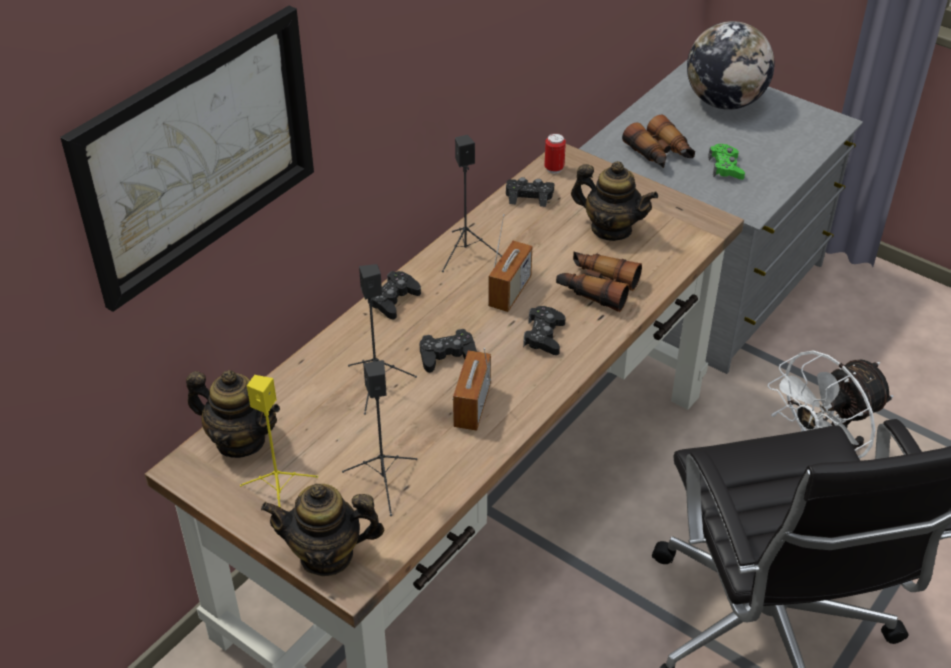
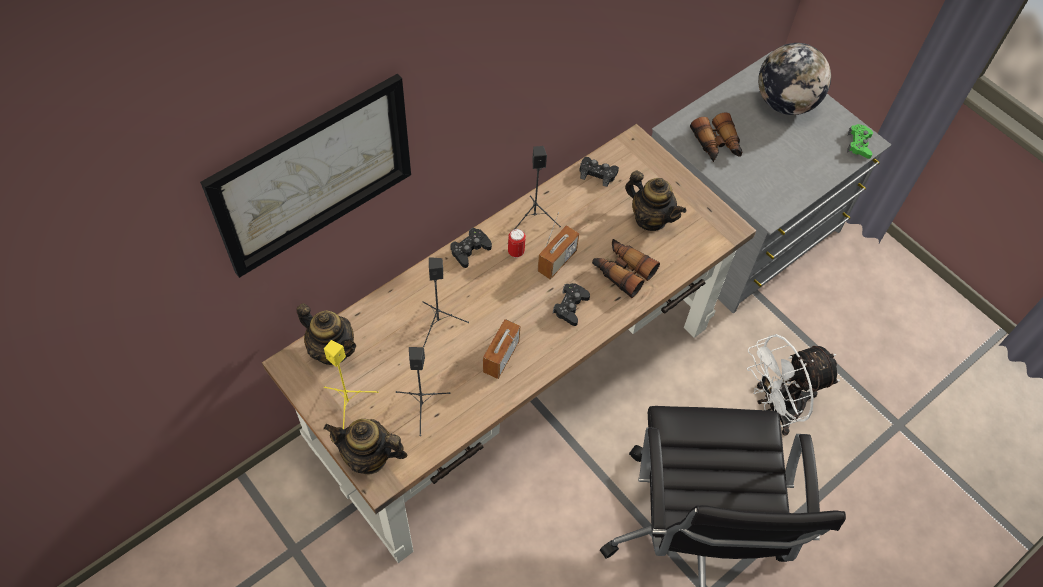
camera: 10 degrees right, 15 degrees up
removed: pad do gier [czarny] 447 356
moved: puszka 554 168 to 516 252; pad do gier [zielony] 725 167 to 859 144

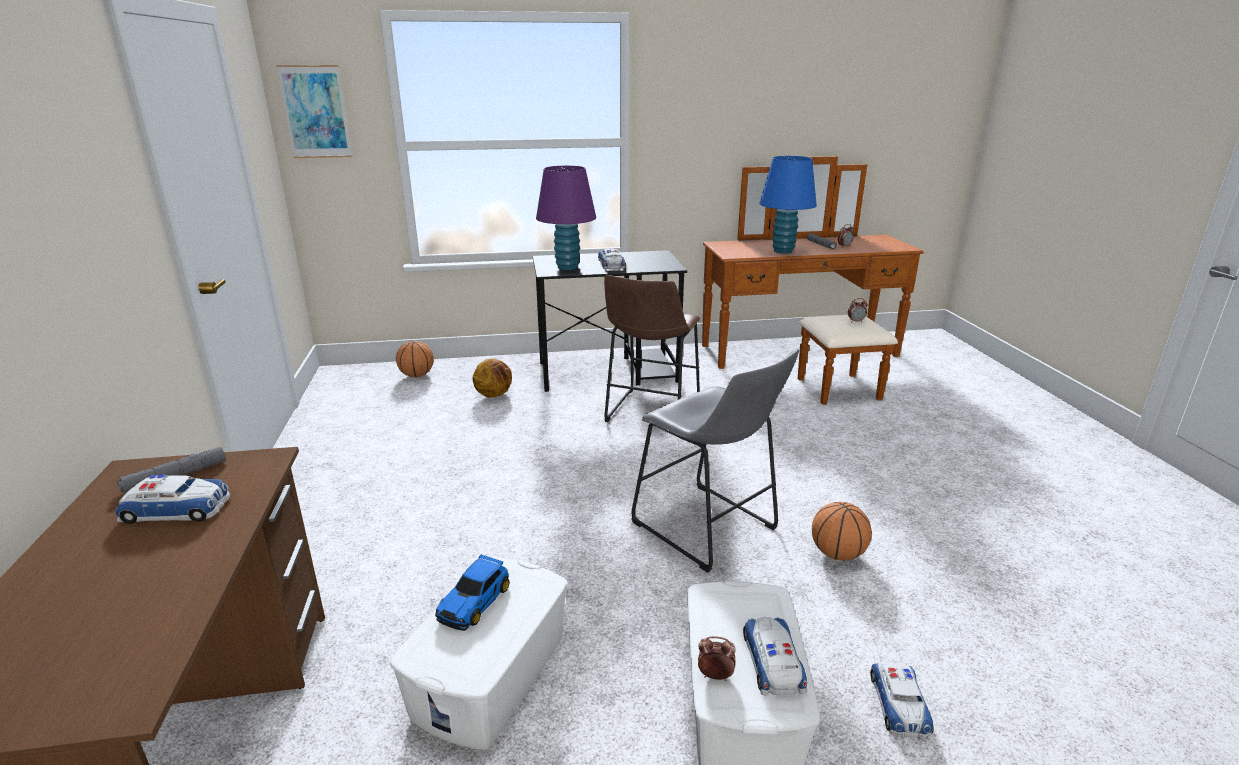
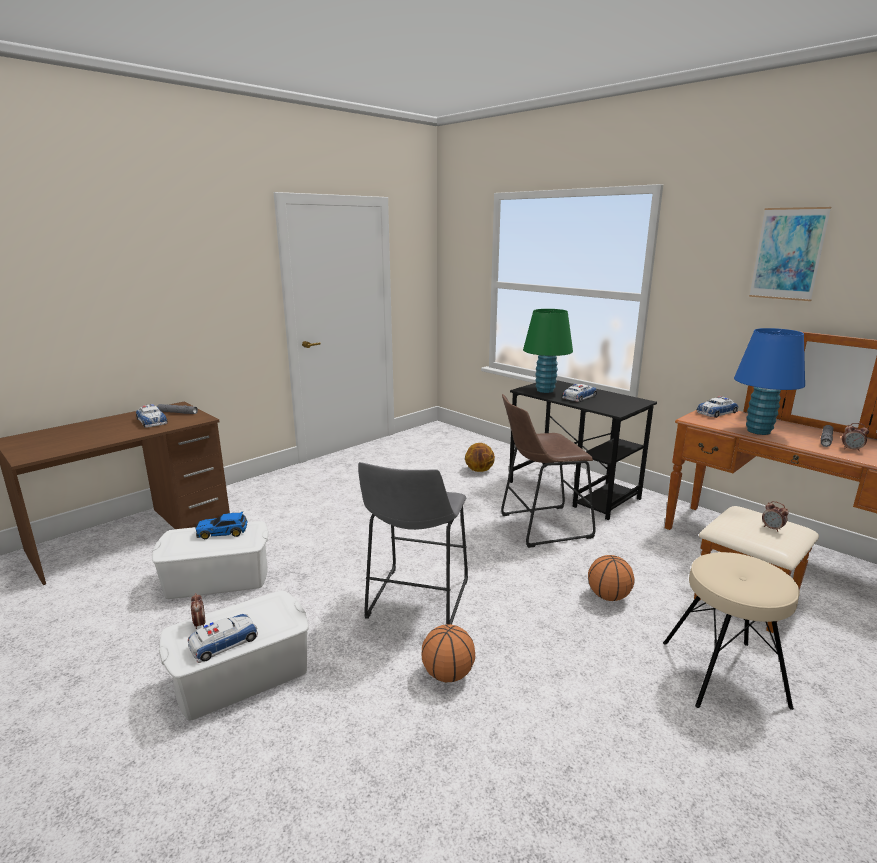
camera: 55 degrees right, 5 degrees down
added: stołek [beżowy] 723 673
moved: piłka do koszykówki 417 375 to 608 596; samochodzik 899 704 to 716 412; obraz 315 112 to 788 254
recoloured: lampa stołowa [fioletowy] 567 267 to lampa stołowa [zielony] 545 390

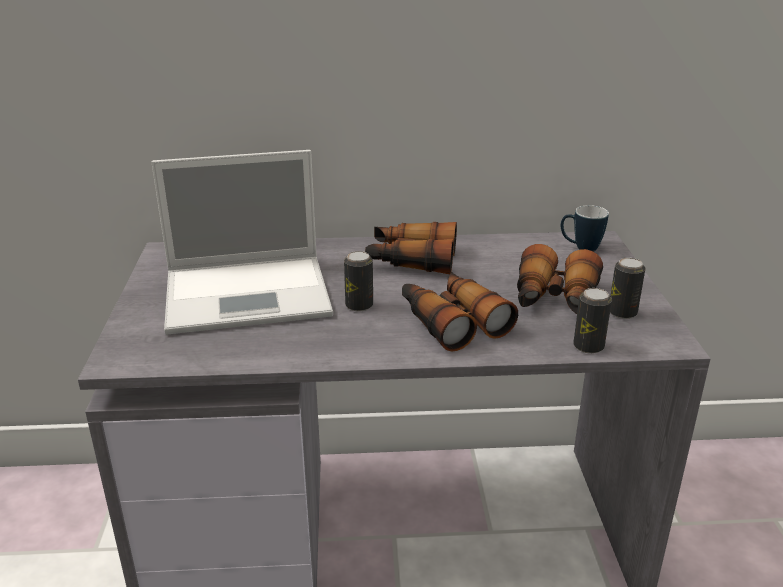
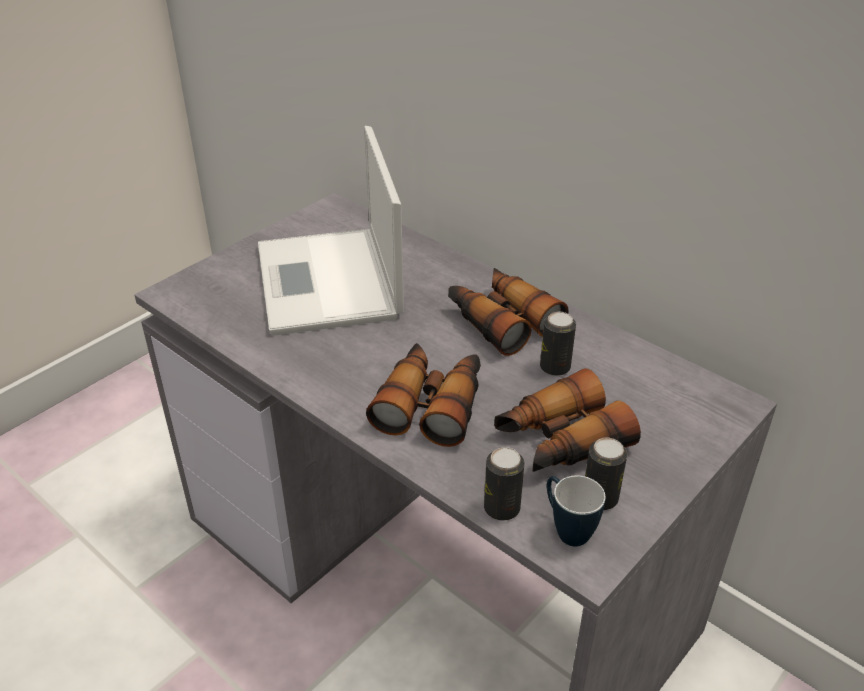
camera: 45 degrees right, 10 degrees up
moved: puszka 359 305 to 555 367; kubek 580 248 to 566 529
turned: laptop 251 293 = 329 283 45 degrees clockwise

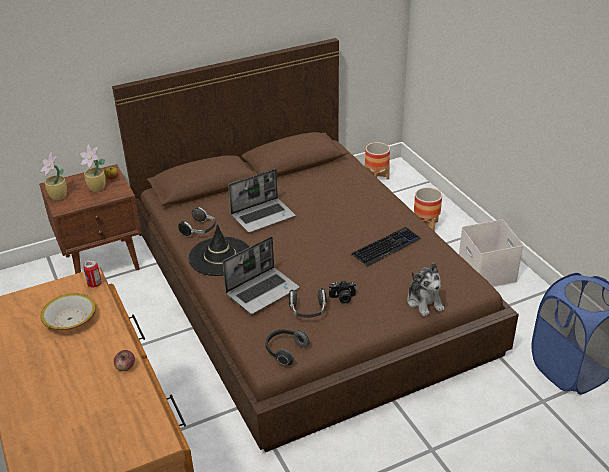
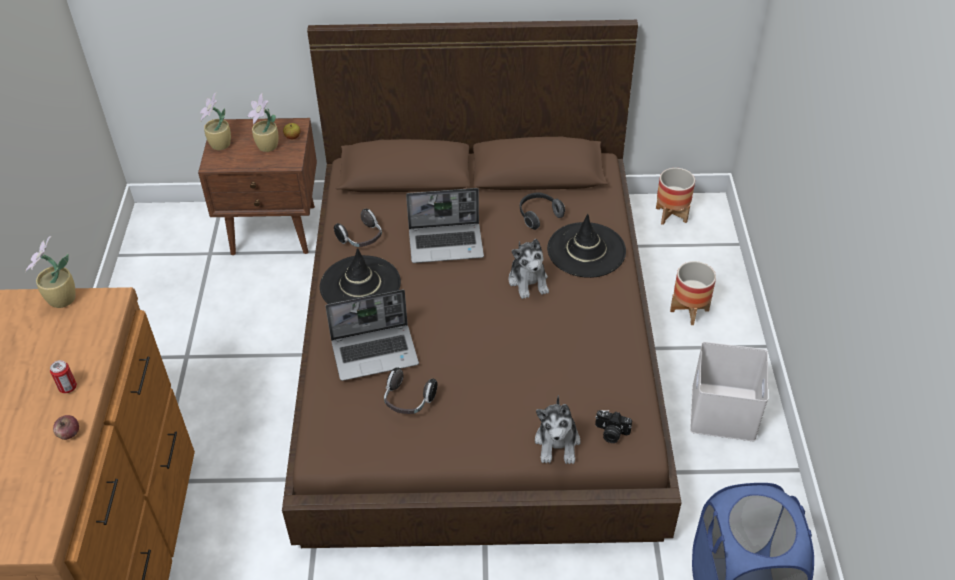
camera: 25 degrees right, 10 degrees up
removed: miska 70 319; klawiatura 386 247
added: roślina doniczkowa 61 300; pluszak 528 281; kapelusz [czarny] 586 250
moved: puszka 94 284 to 68 387; słuchawki 285 351 to 538 215; aparat fotograficzny 342 298 to 611 433

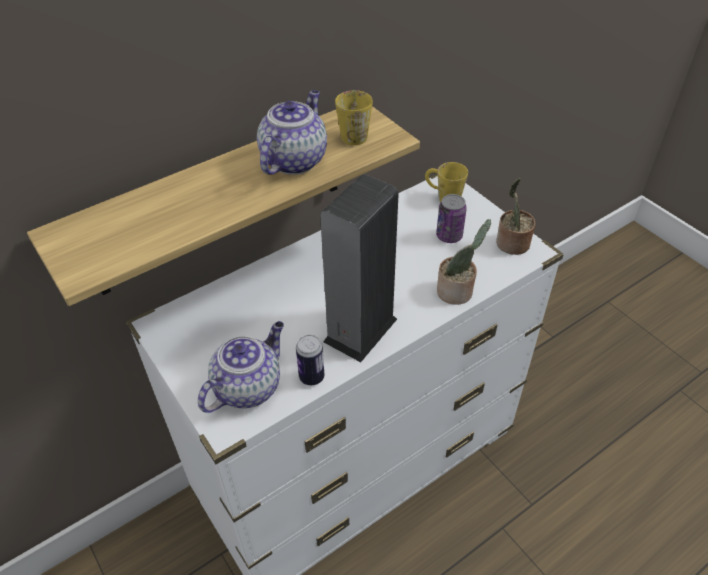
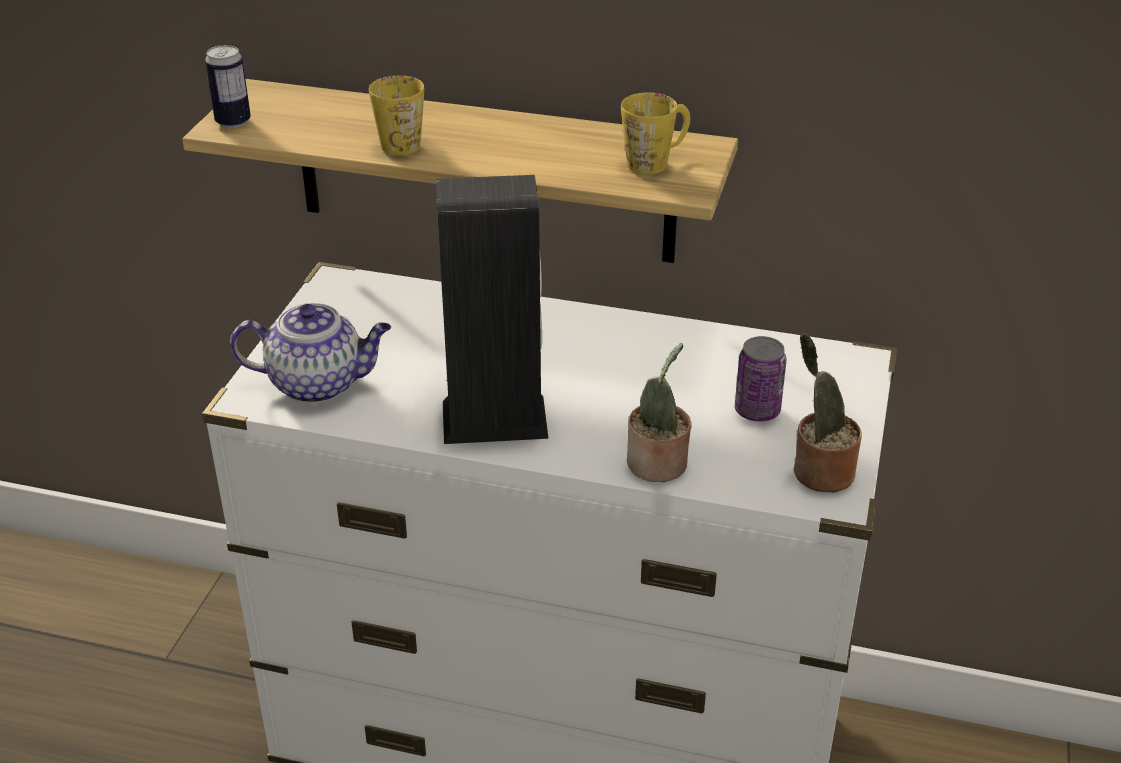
camera: 50 degrees right, 10 degrees down
removed: imbryk 294 160
moved: puszka 311 377 to 233 122; kubek [żółty] 442 197 to 400 140

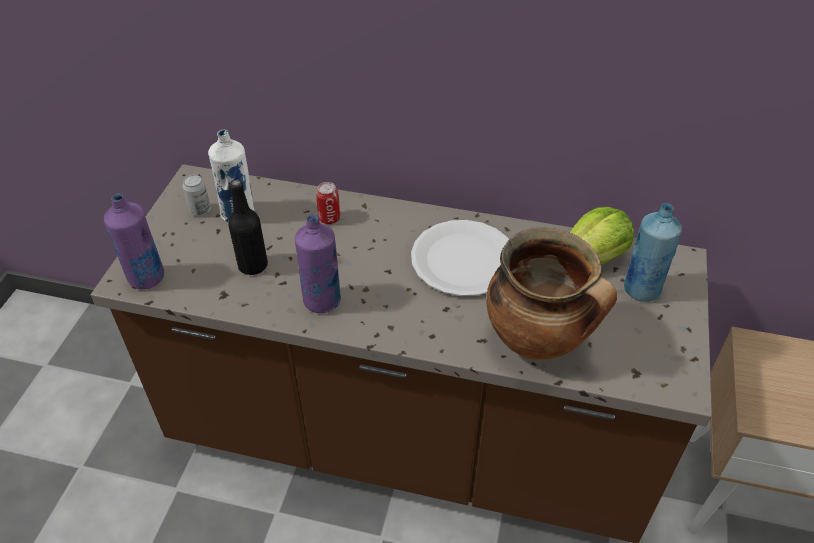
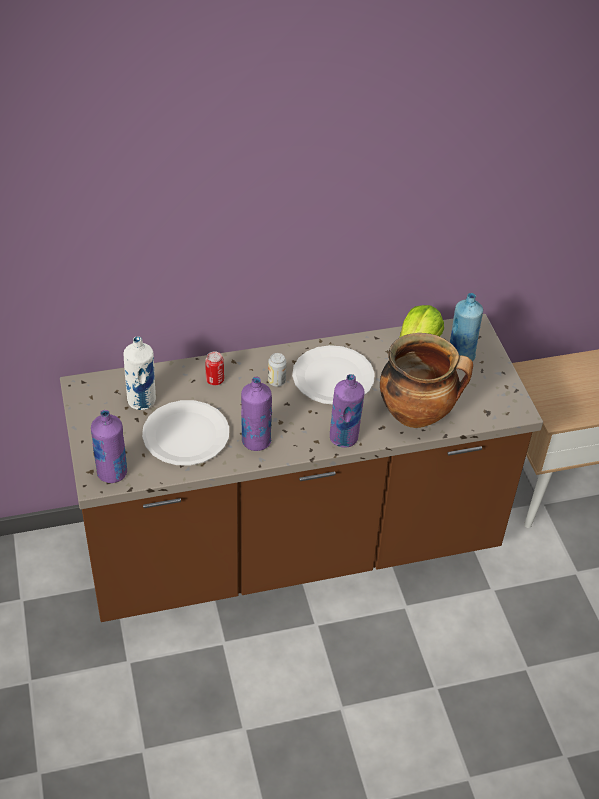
camera: 30 degrees left, 0 degrees up
added: butelka [fioletowy] 344 438
moved: puszka 200 211 to 276 381
replaced: butelka [czarny] 253 265 to talerz [biały] 186 435

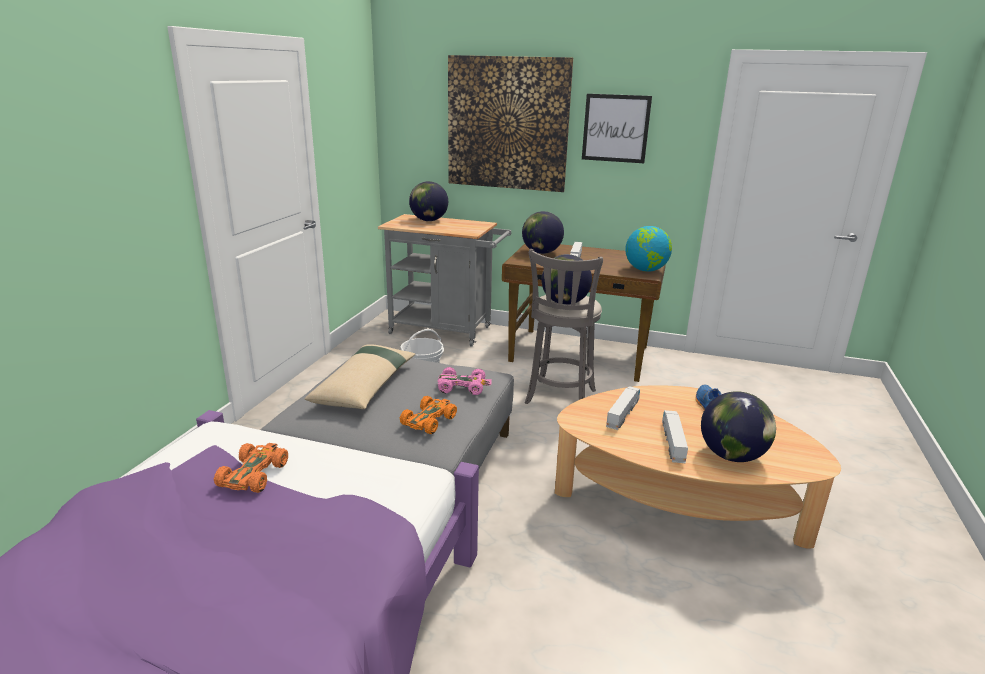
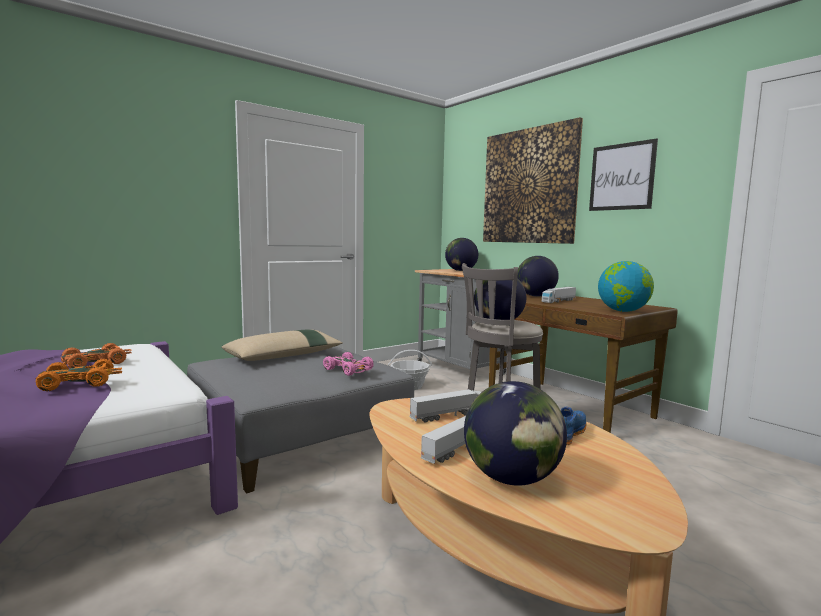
camera: 35 degrees right, 15 degrees down
moved: samochodzik [pomarańczowy] 429 420 to 79 383

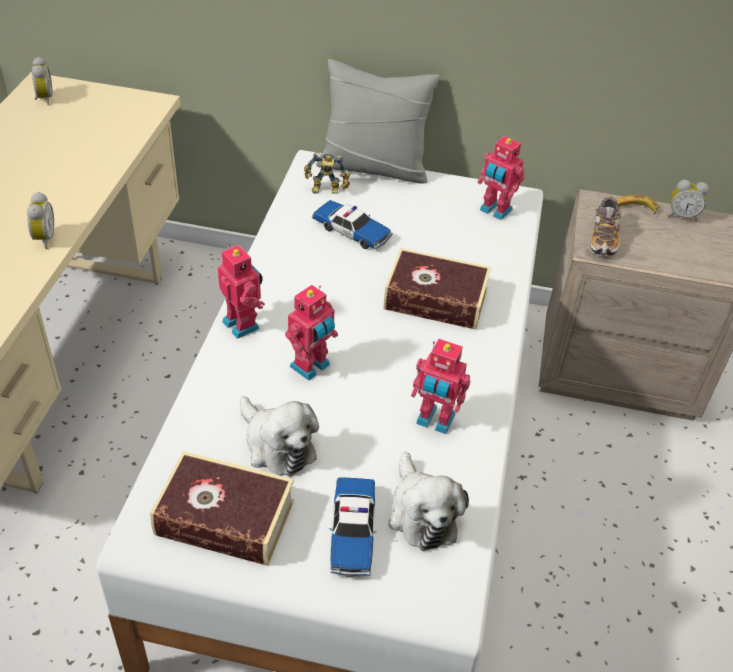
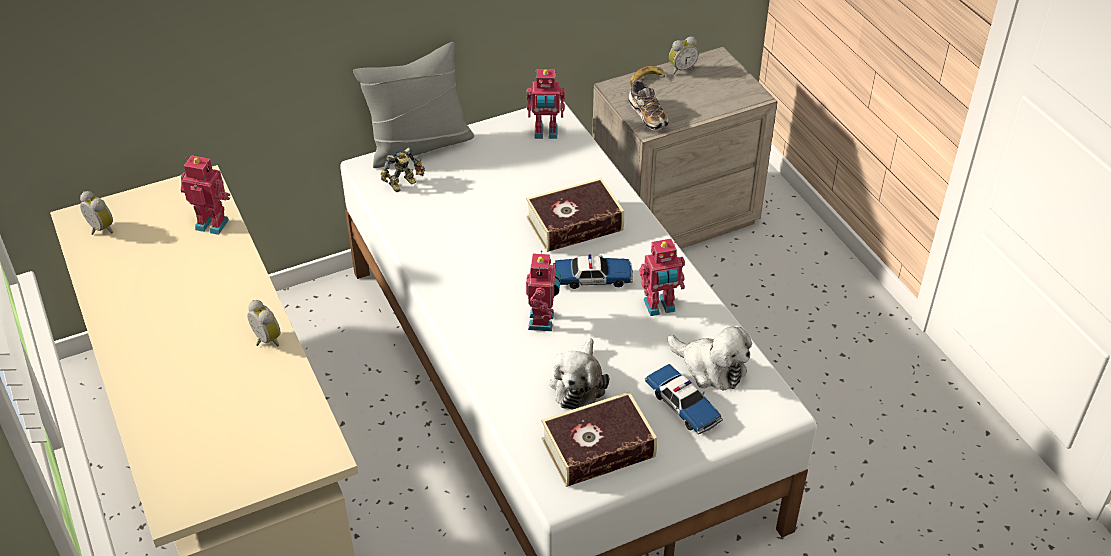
camera: 35 degrees left, 0 degrees up
moved: robot zabawkowy 243 324 to 213 223; samochodzik 351 231 to 592 278
turned: pluszak 277 445 = 579 384 90 degrees clockwise

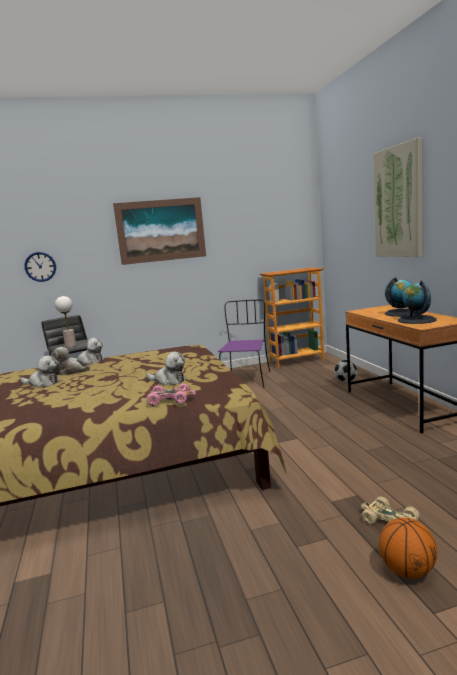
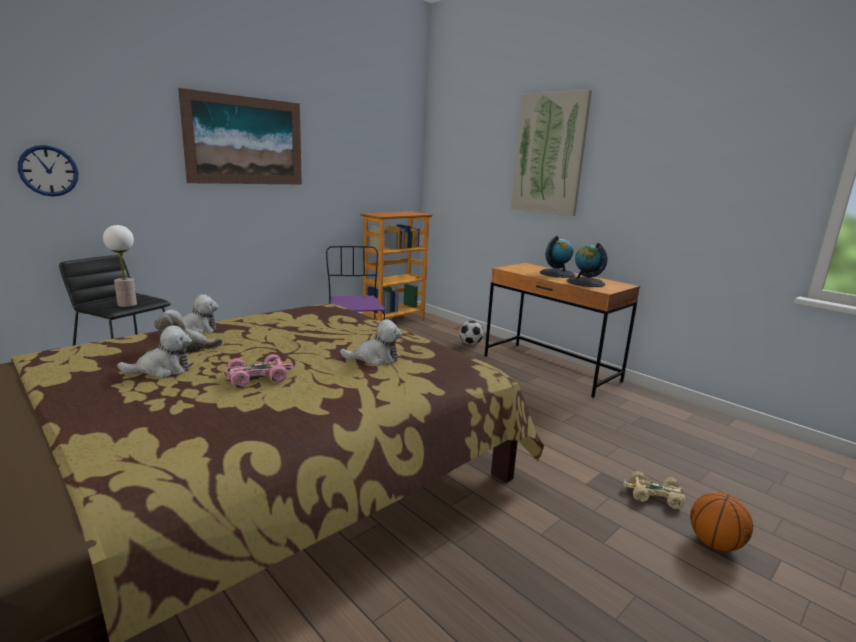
camera: 30 degrees left, 5 degrees up
moved: samochodzik [różowy] 171 400 to 258 377

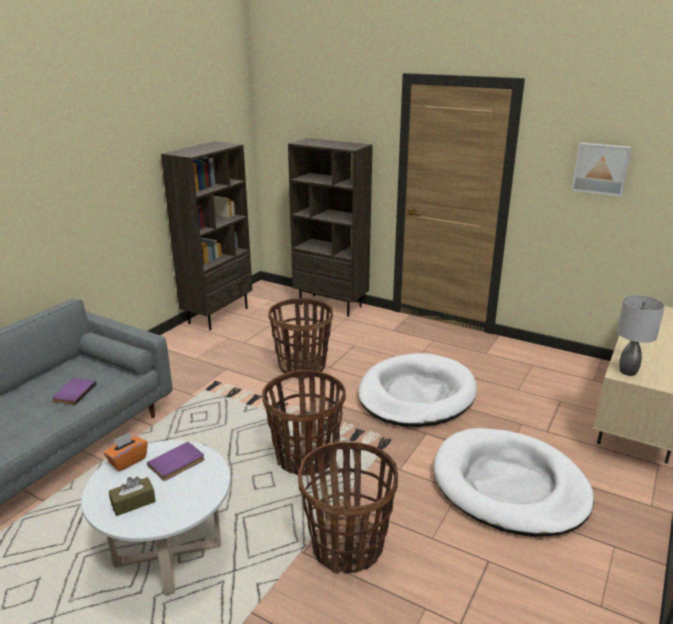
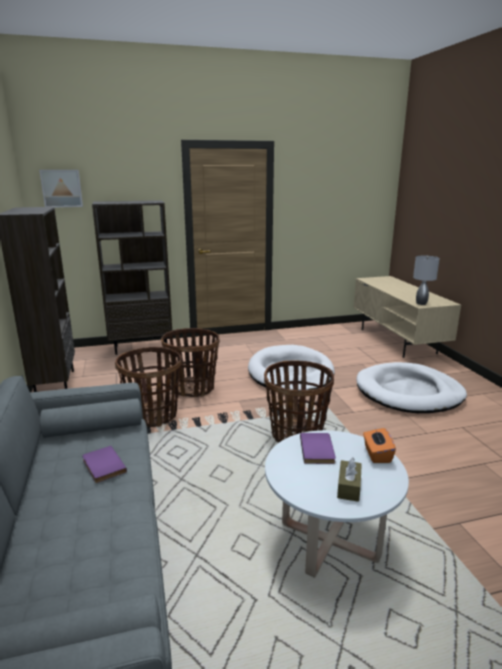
camera: 45 degrees left, 5 degrees down
moved: obraz 601 168 to 62 188; koszyk 347 546 to 153 415; pudełko chusteczek [pomarańczowy] 127 461 to 377 454

